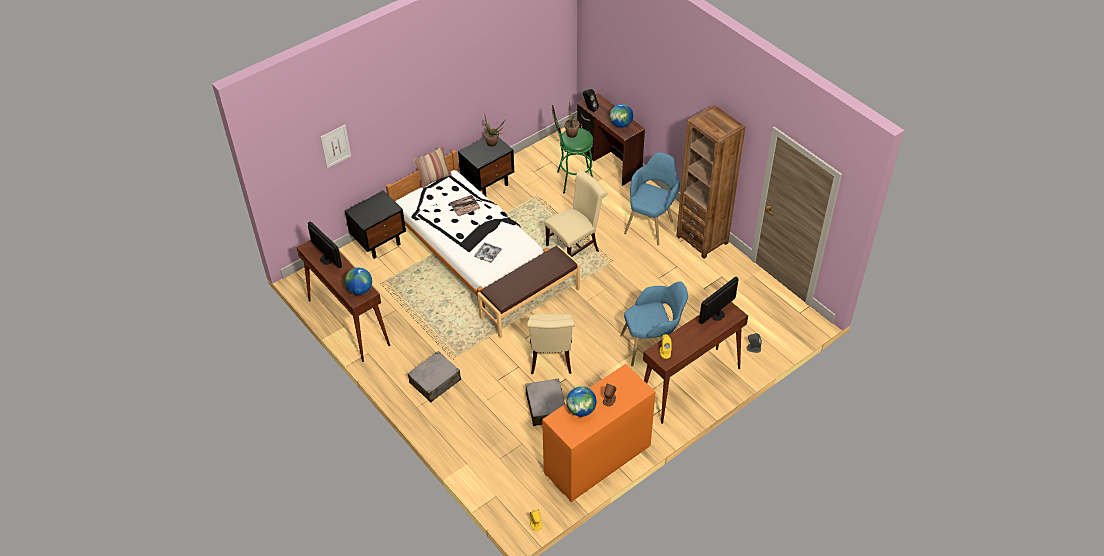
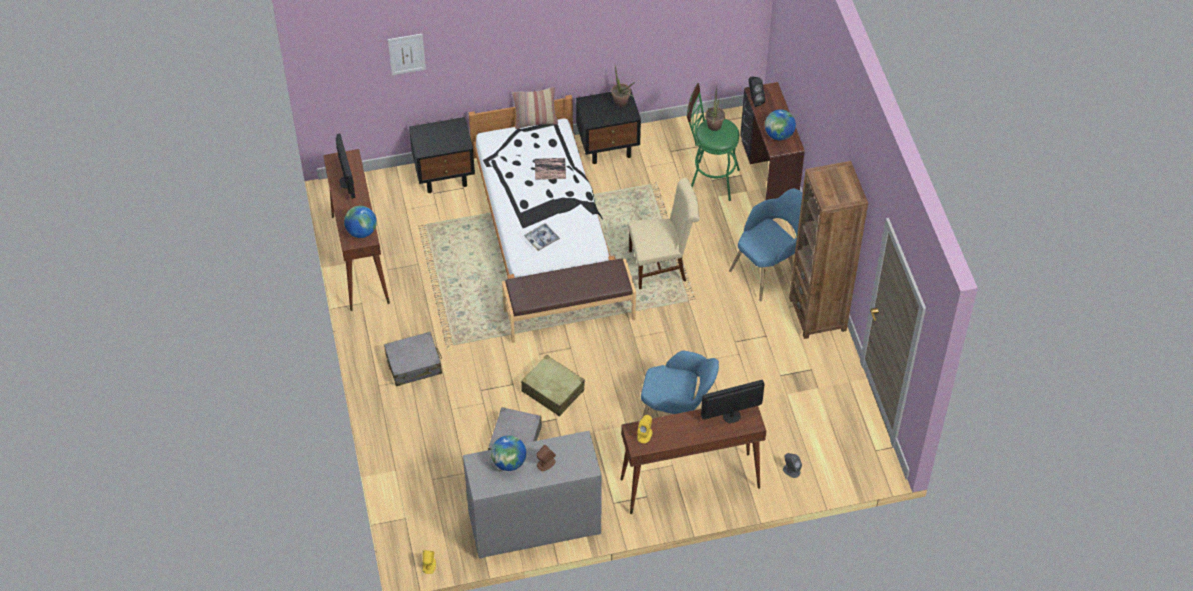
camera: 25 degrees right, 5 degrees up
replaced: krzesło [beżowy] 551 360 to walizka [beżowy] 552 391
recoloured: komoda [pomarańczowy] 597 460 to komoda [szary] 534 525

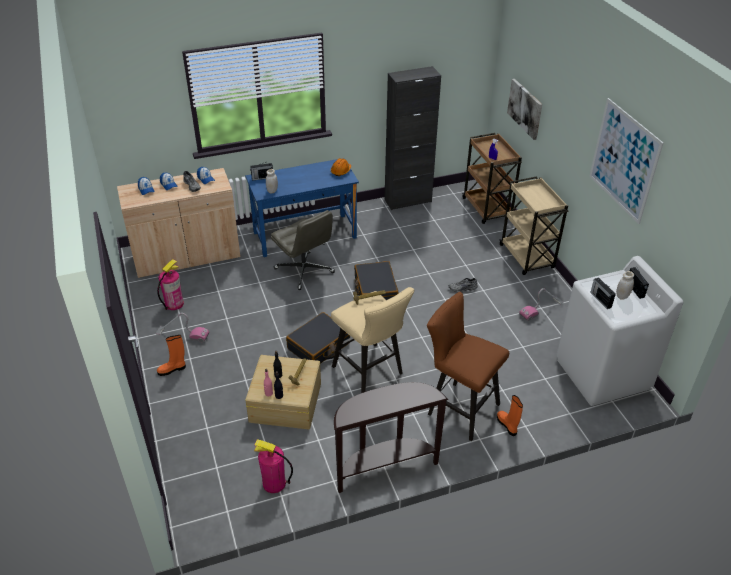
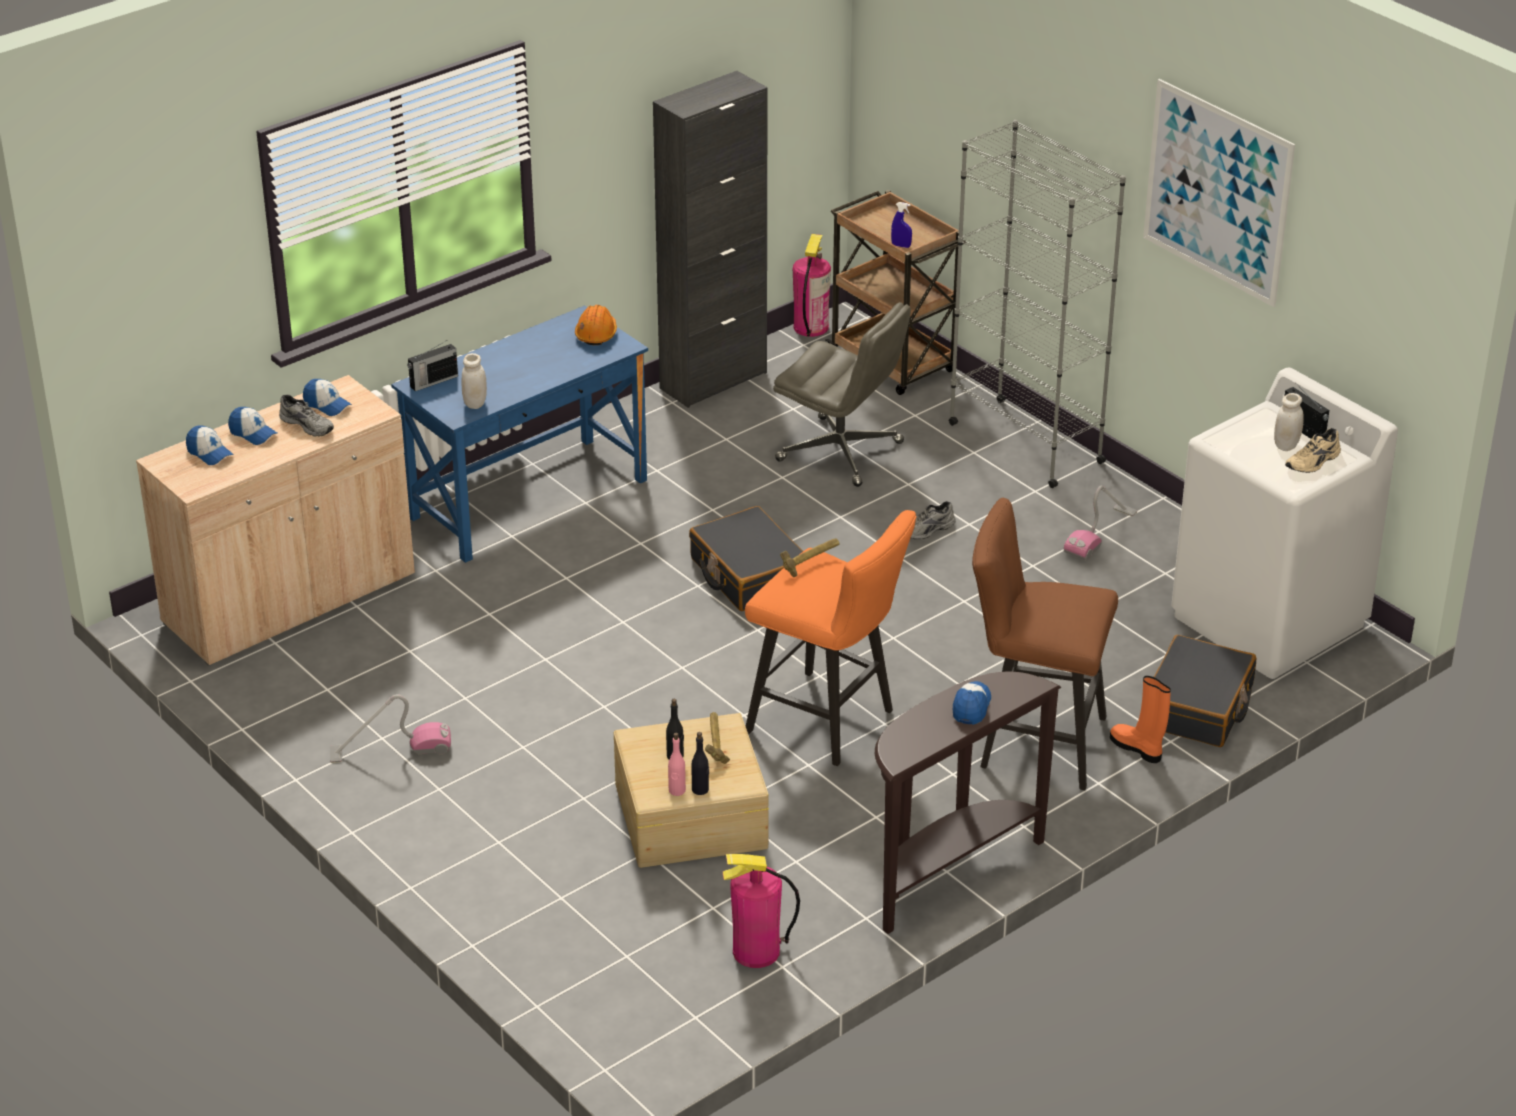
camera: 20 degrees left, 5 degrees down
removed: but z cholewką [pomarańczowy] 172 369; obraz 525 108; radio 600 299
added: czapka z daszkiem 971 706; but [beżowy] 1314 462
moved: krzesło biurowe [szary] 304 271 to 841 452; gaśnica 174 304 to 810 327; walizka [czarny] 319 346 to 1197 706
replaced: wózek [beżowy] 527 257 to regał [szary] 1025 442
recoloured: stołek [beżowy] 371 372 to stołek [pomarańczowy] 829 723

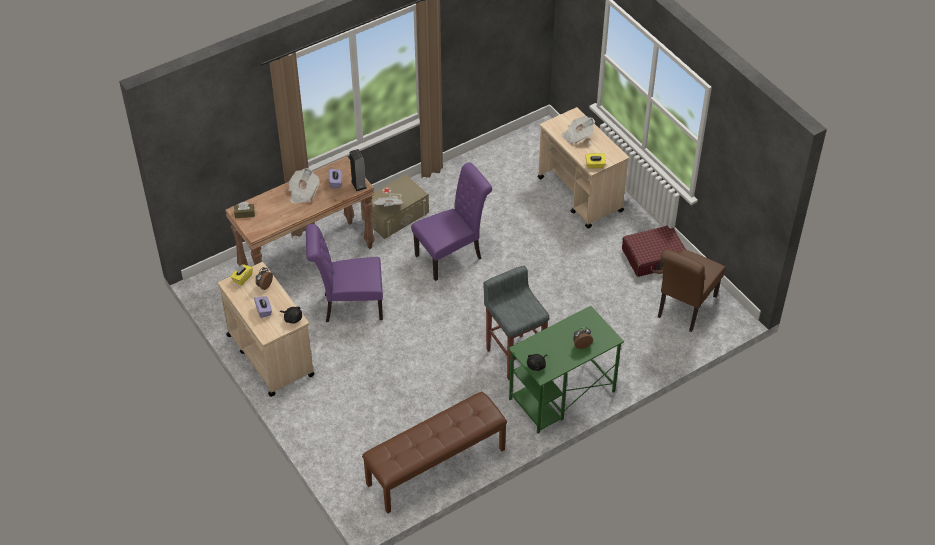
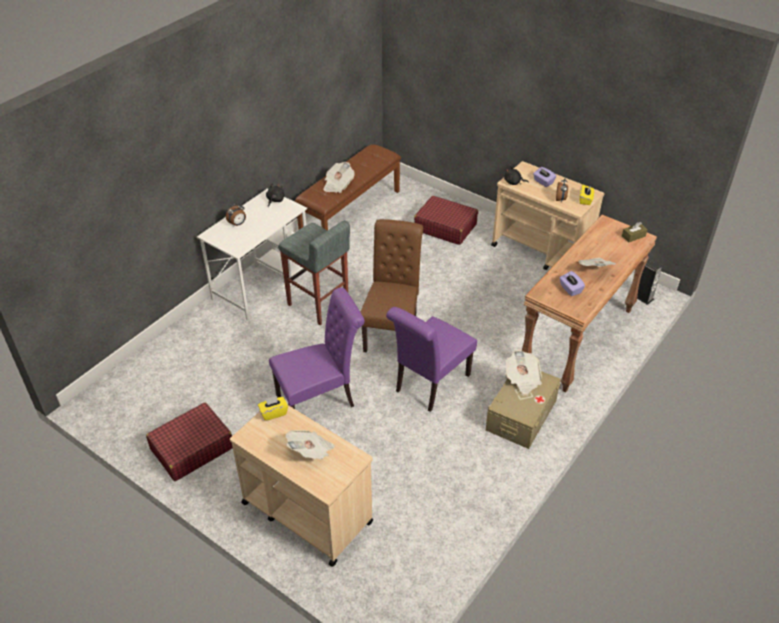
camera: 160 degrees right, 5 degrees down
added: gazeta 338 185; walizka [czerwony] 445 227
moved: krzesło [fioletowy] 349 306 to 320 400; krzesło [brązowy] 684 309 to 392 330; głośnik 358 184 to 643 298
recoloured: biurko [zielony] 561 396 to biurko [biały] 262 284

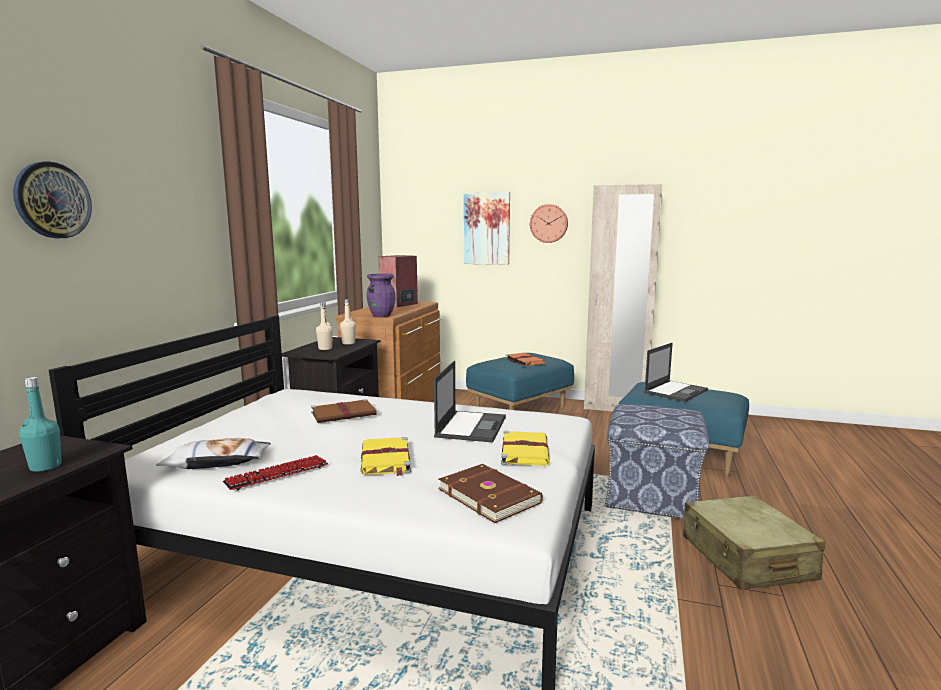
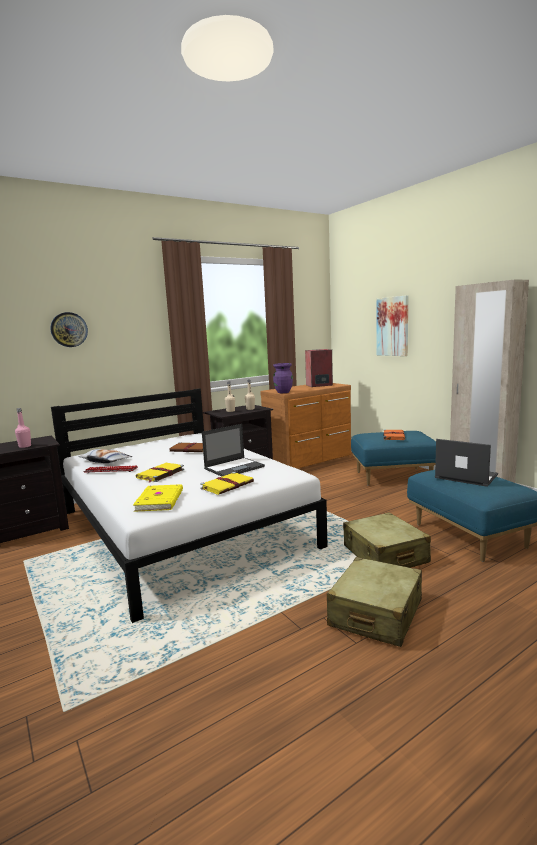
camera: 40 degrees right, 0 degrees up
removed: zegar ścienny 549 223
replaced: pufa 653 496 to walizka [beżowy] 385 555
recoloured: butelka [turkusowy] 45 466 to butelka [różowy] 25 446; książka [brązowy] 489 495 to książka [żółty] 161 500
turned: laptop 676 391 = 465 476 135 degrees counterclockwise

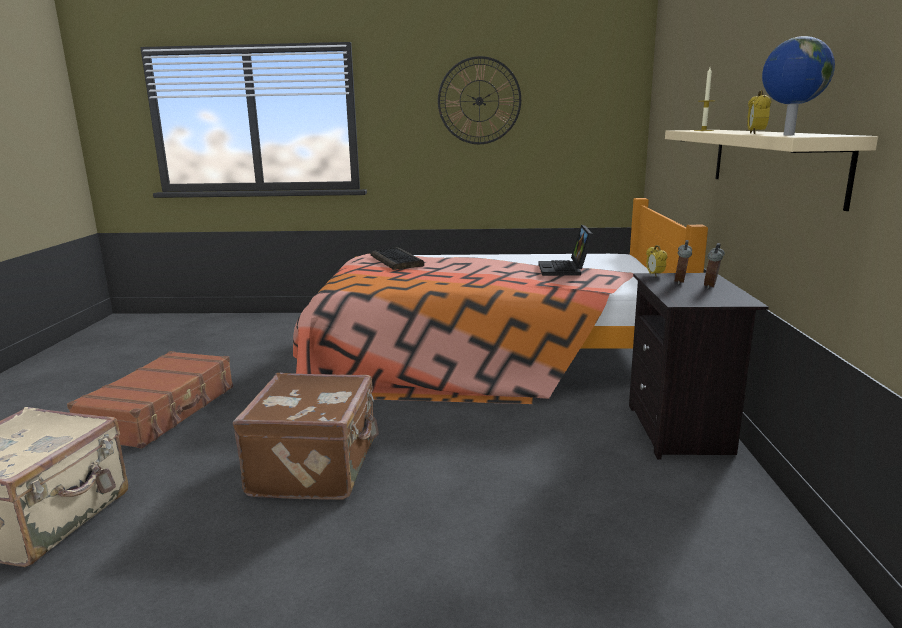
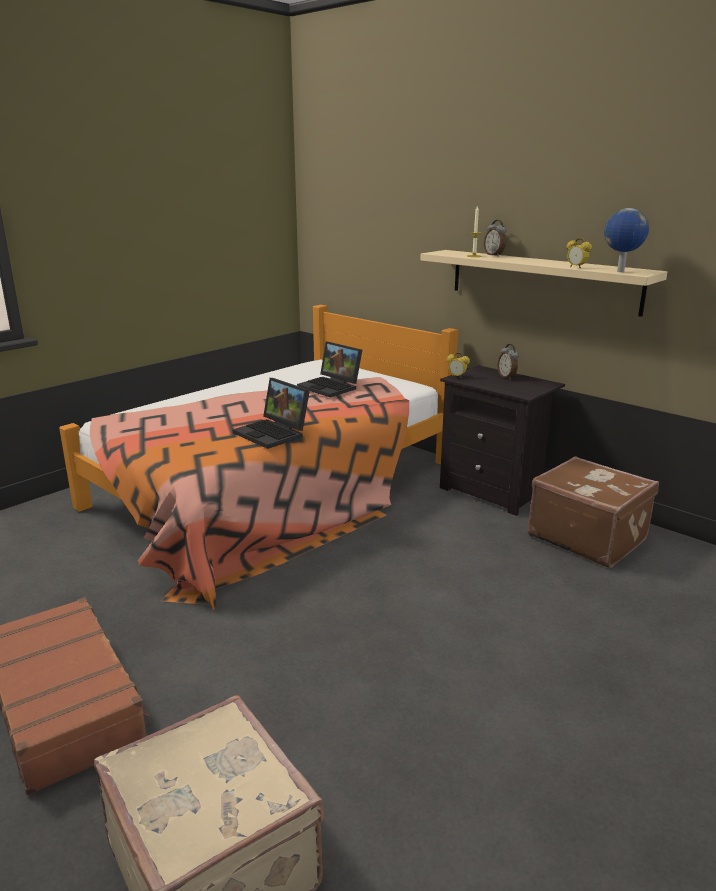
camera: 50 degrees left, 5 degrees up
removed: klawiatura 397 261; zegar ścienny 479 101
added: laptop 274 433
moved: budzik 681 282 to 494 255; walizka [brązowy] 317 468 to 587 537

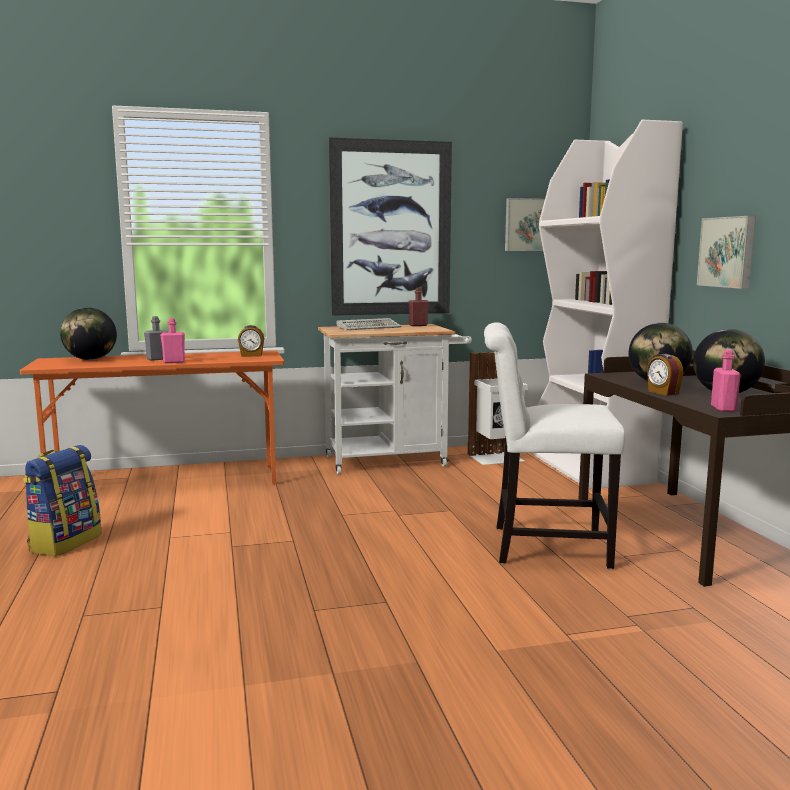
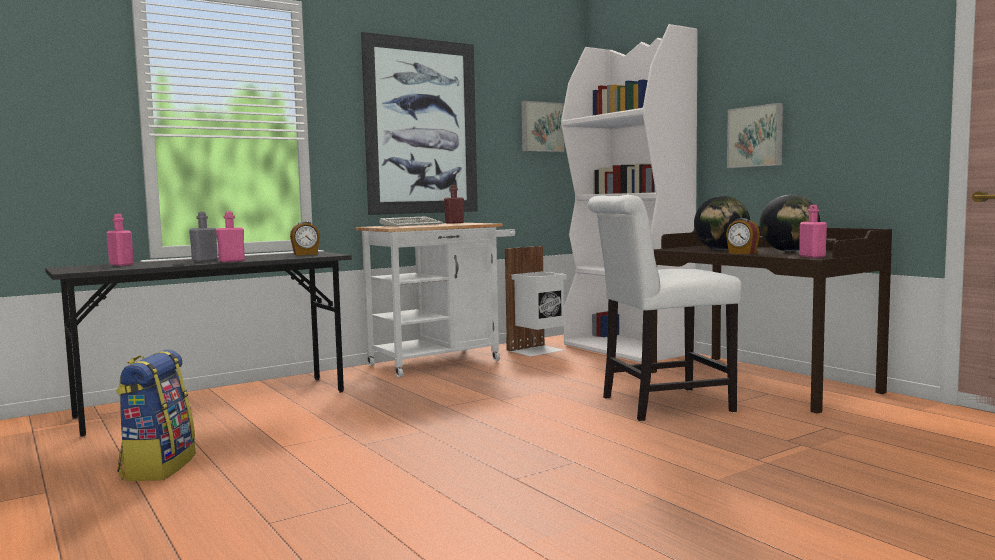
camera: 20 degrees left, 5 degrees down
replaced: globus 90 359 to butelka [różowy] 121 264
recoloured: biurko [pomarańczowy] 167 482 to biurko [szary] 215 403

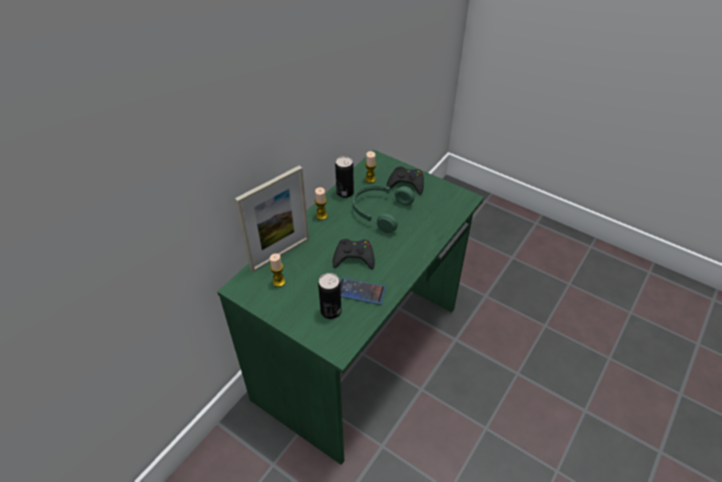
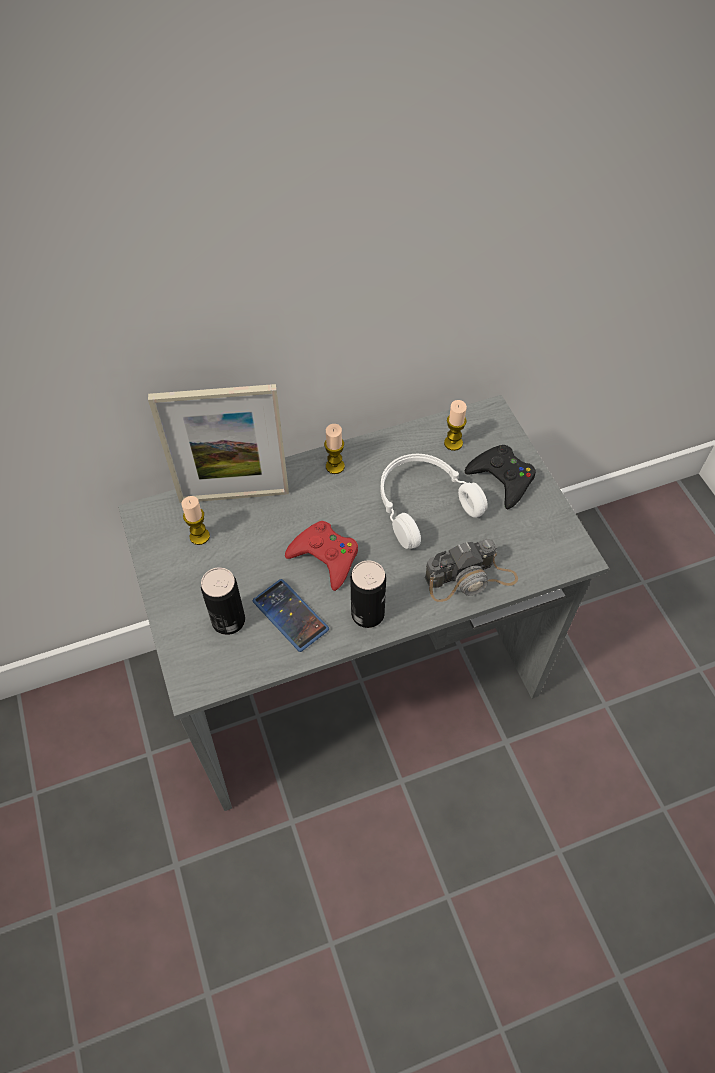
camera: 35 degrees right, 10 degrees up
added: aparat fotograficzny 470 579
moved: puszka 345 192 to 367 614
recoloured: biurko [zielony] 361 353 to biurko [szary] 359 678; pad do gier [czarny] 354 257 to pad do gier [czerwony] 325 557; słuchawki [zielony] 379 211 to słuchawki [biały] 422 504

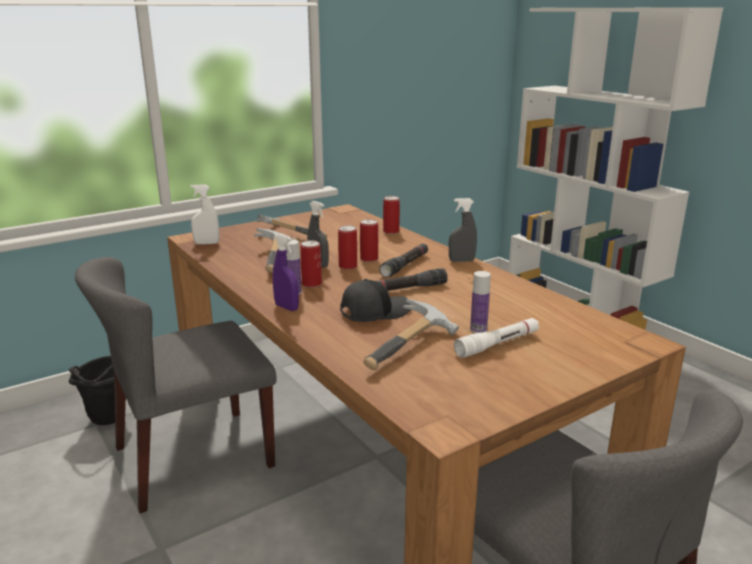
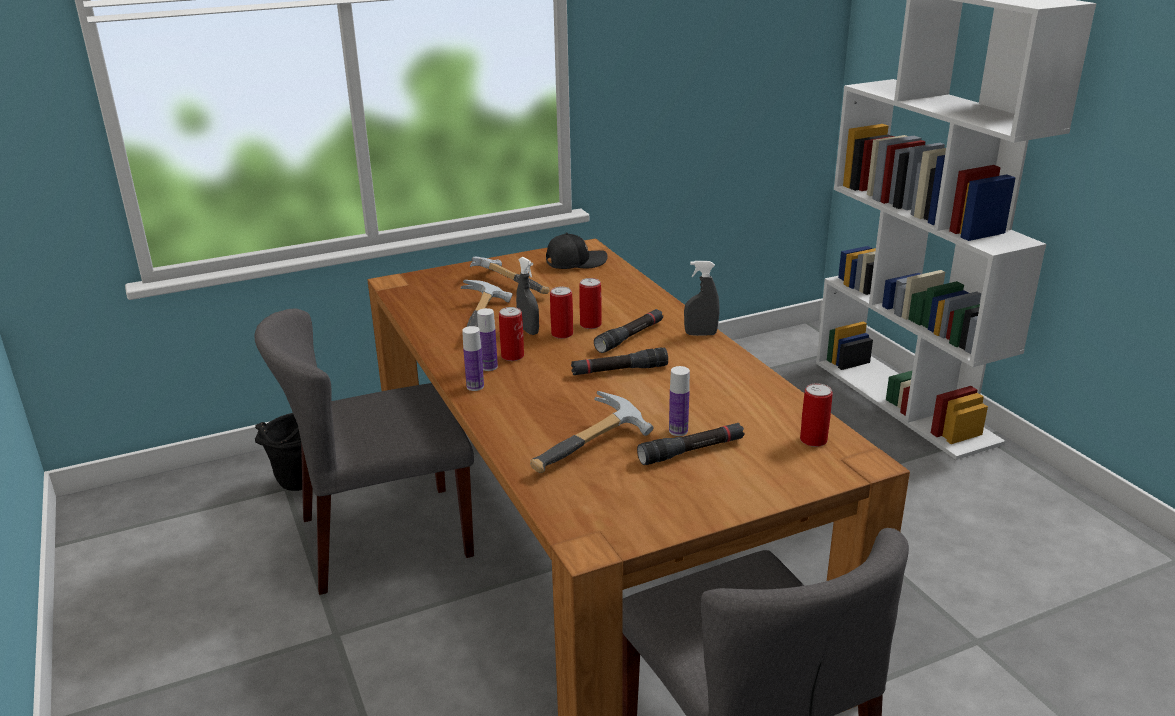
camera: 10 degrees right, 5 degrees up
removed: spryskiwacz [biały] 206 243
moved: czapka z daszkiem [czarny] 374 311 to 575 262; puszka 391 231 to 813 440
replaced: spryskiwacz [fioletowy] 286 307 to butelka 475 386
recoloured: latarka [biały] 497 344 to latarka [czarny] 691 451

